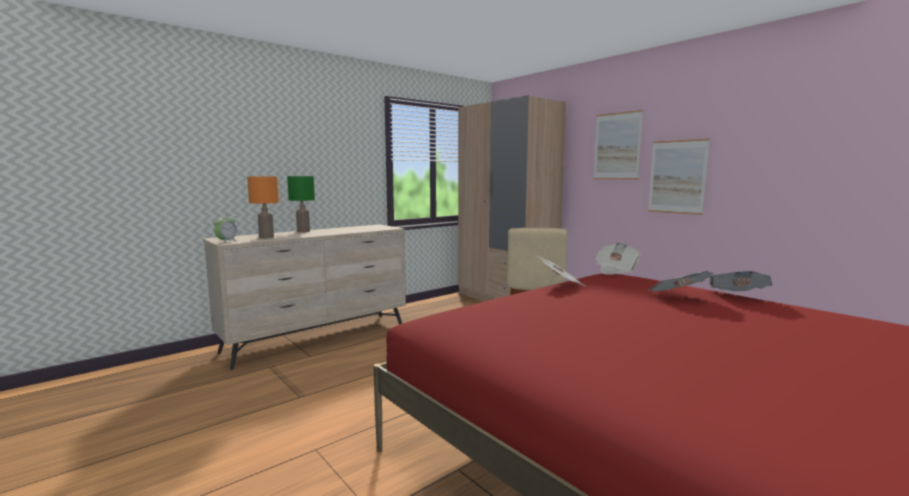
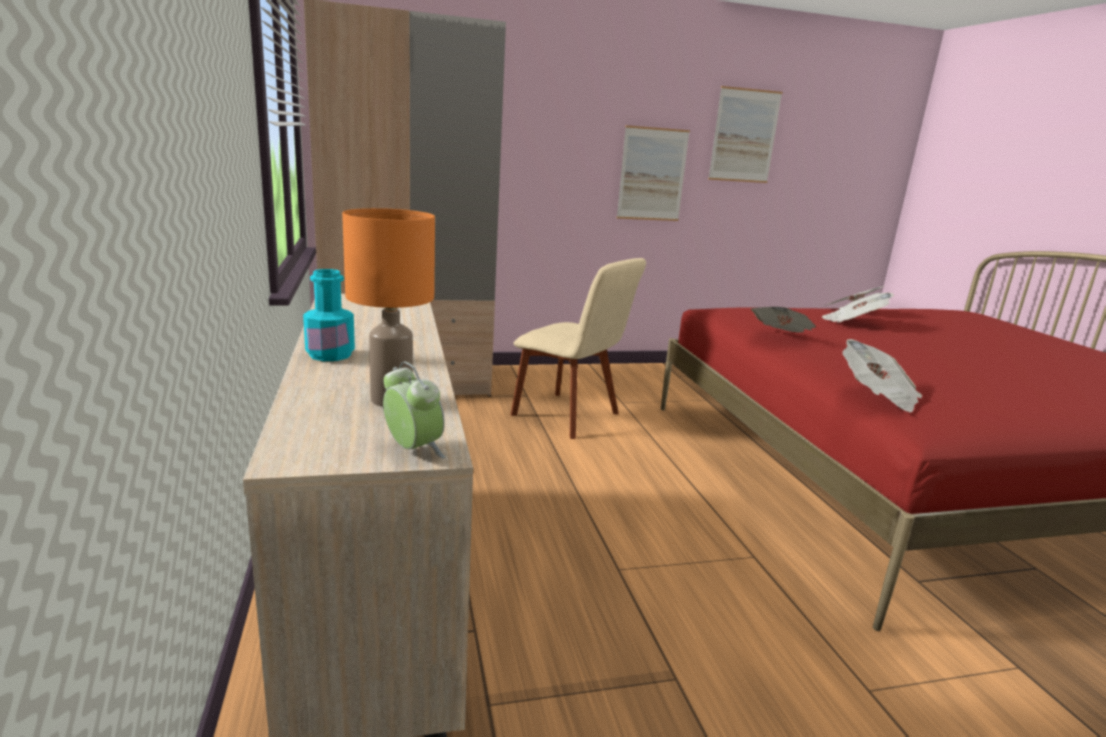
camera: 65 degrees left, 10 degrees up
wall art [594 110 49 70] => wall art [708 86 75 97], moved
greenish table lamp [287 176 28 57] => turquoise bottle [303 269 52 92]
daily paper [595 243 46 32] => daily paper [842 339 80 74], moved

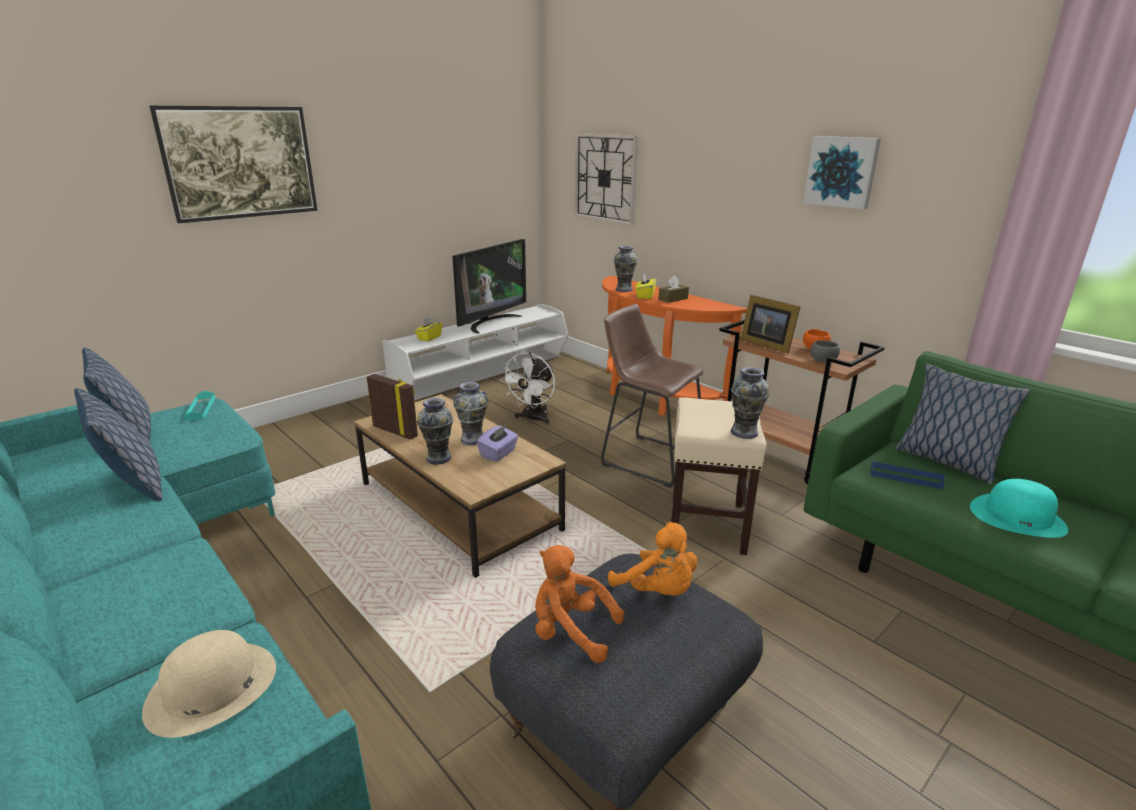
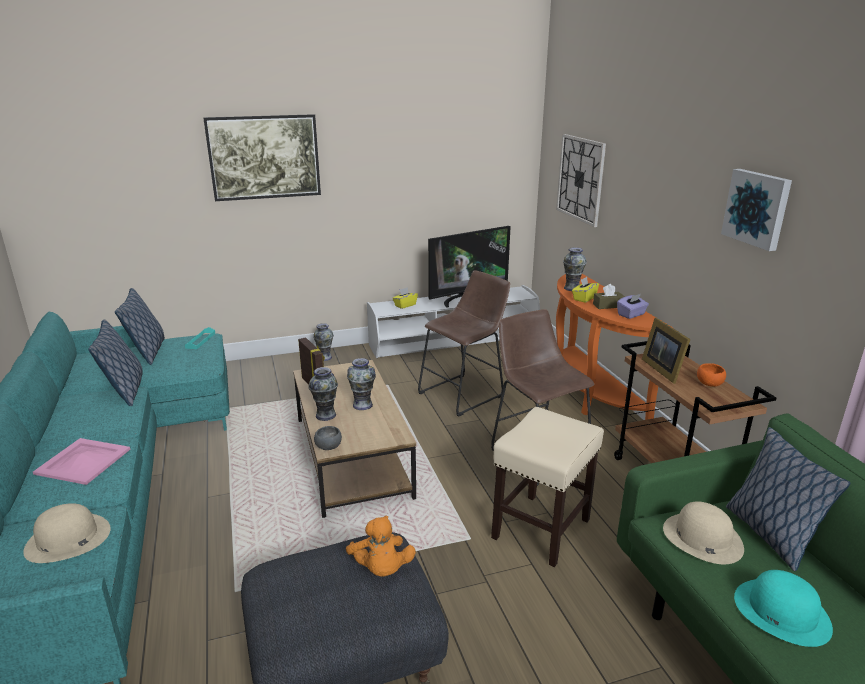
camera: 25 degrees right, 0 degrees up
greyish bowl [811 340 29 22] => greyish bowl [314 426 28 24], moved
white cooling fan [500 352 55 72] => brown sitting stool [418 270 92 147]
decorative vase [731 367 39 72] => decorative vase [313 323 21 38], moved
purple box of tissues [477 425 41 37] => purple box of tissues [617 294 32 25], moved
blue serving tray [871 461 73 28] => beige-coloured clothing hat [663 501 81 63]
orange-coloured cuddly toy [535 545 90 118] => nothing
nothing => pink serving tray [33 438 97 47]

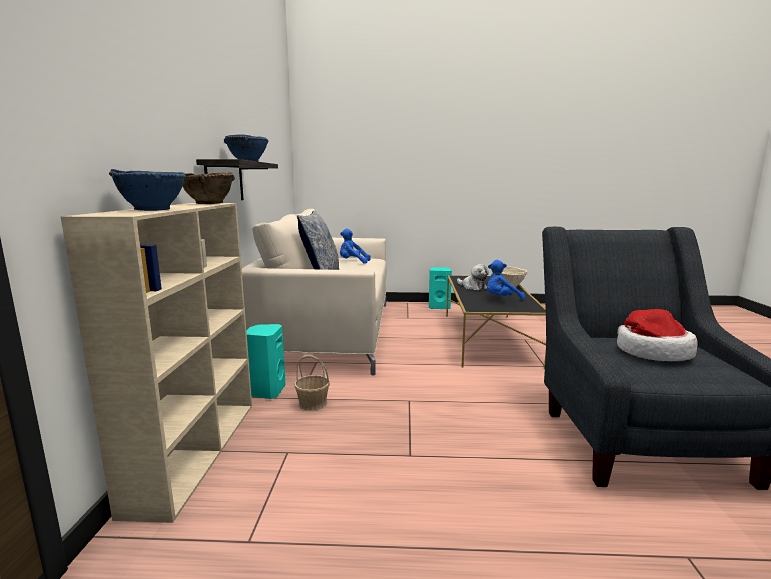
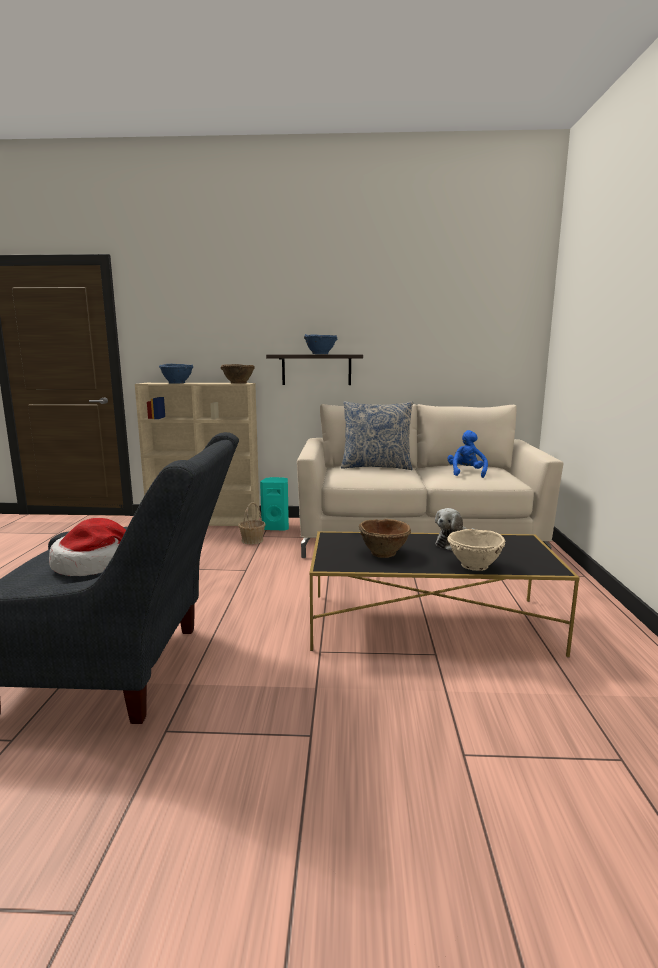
camera: 90 degrees right, 0 degrees up
blue cuddly toy [487 260 38 40] => brown bowl [359 519 52 39]
turquoise loudspeaker [429 267 23 42] => nothing

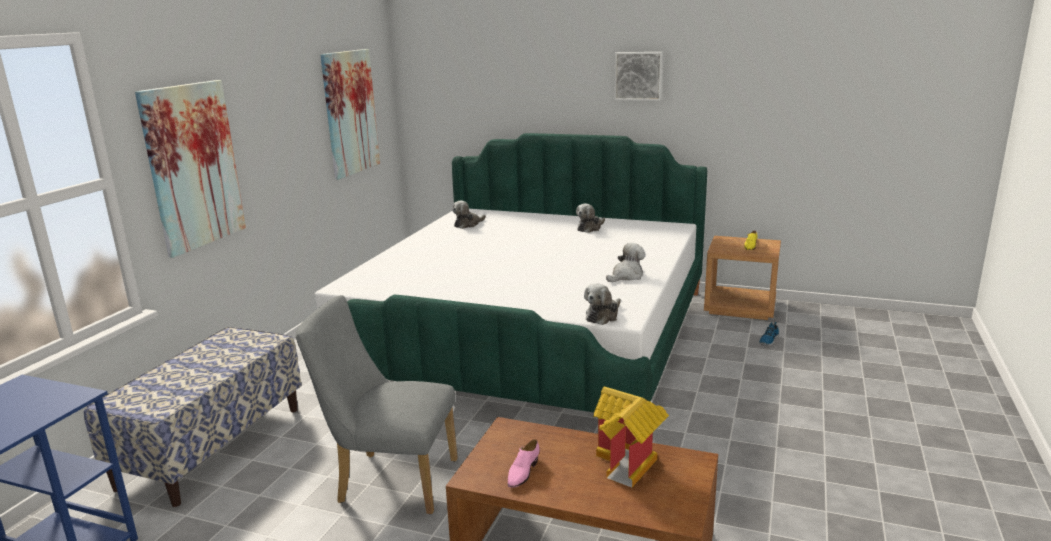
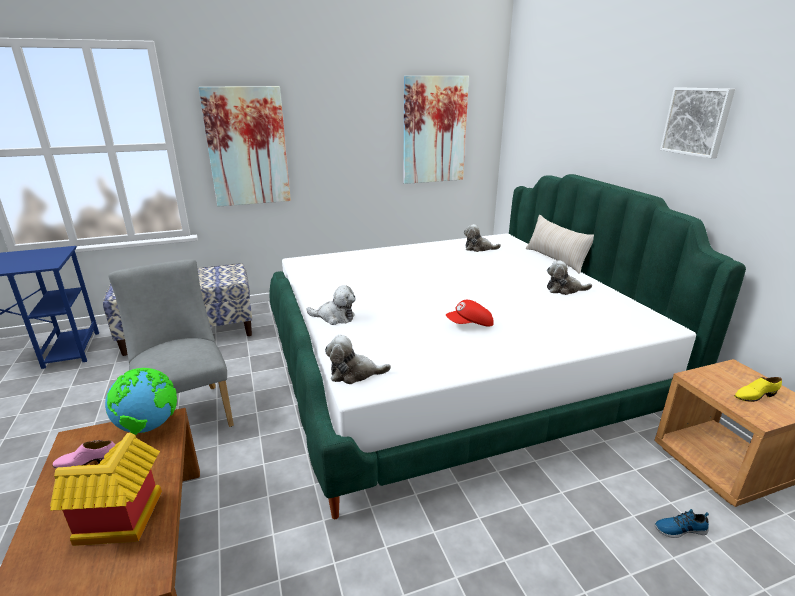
camera: 50 degrees right, 5 degrees up
cuddly toy [606 243 39 39] => cuddly toy [306 285 50 40], moved
nothing => beige-coloured cushion [526 215 68 59]
nothing => red cap [446 300 48 27]
nothing => desk globe [105 368 72 67]

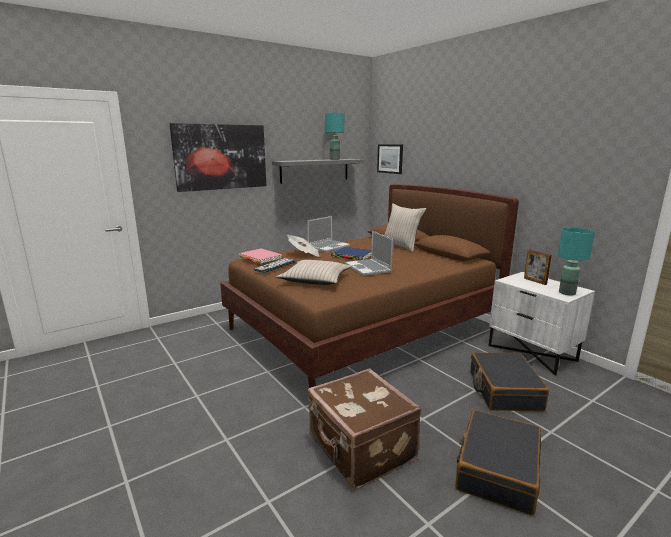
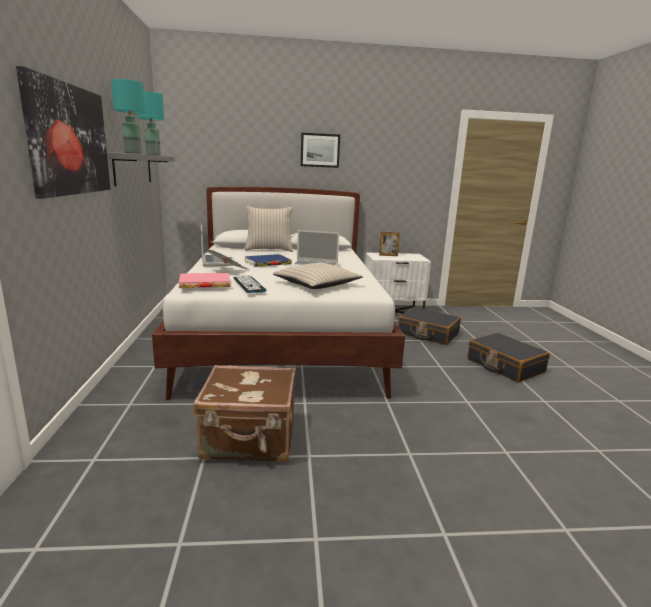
camera: 60 degrees left, 0 degrees up
wall art [377 144 26 30] => wall art [301 133 39 35], moved
brown bed [220 184 299 204] => white bed [152 187 253 213]
turquoise table lamp [558 227 37 68] => turquoise table lamp [111 79 34 75], moved
brown suitcase [308 368 113 121] => brown suitcase [194 365 102 97], moved

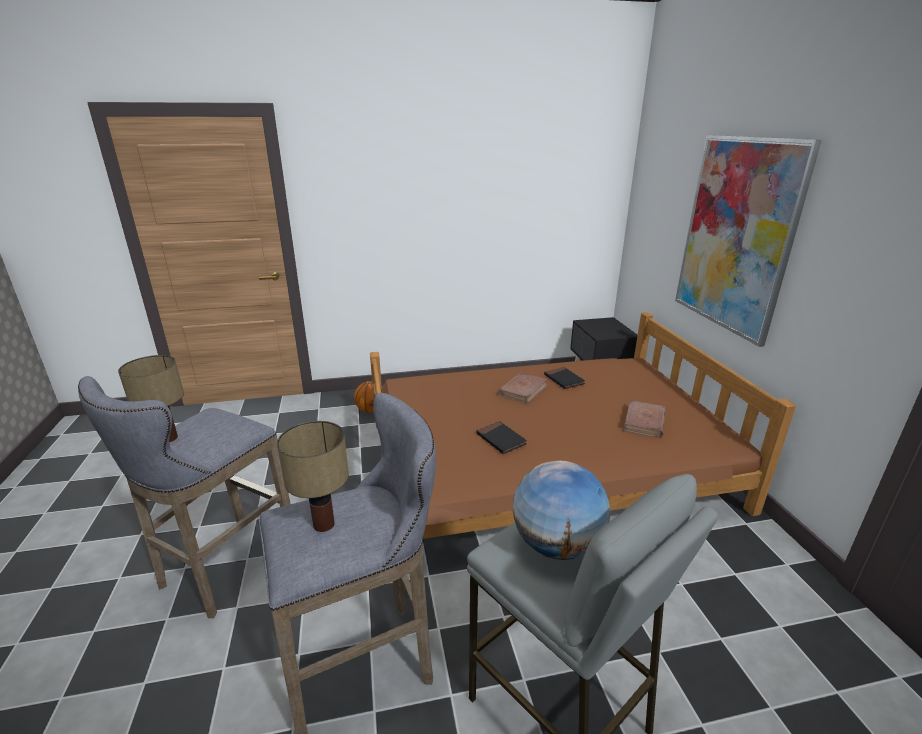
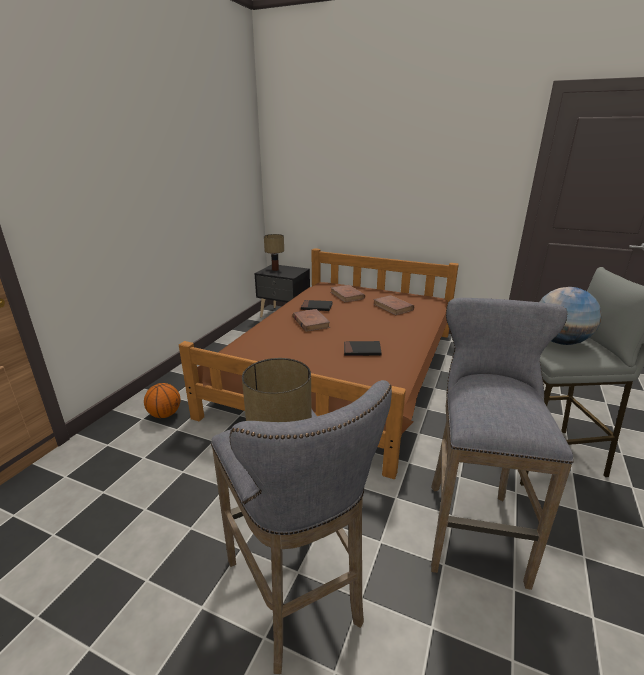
camera: 55 degrees left, 0 degrees up
wall art [675 135 147 212] => nothing
table lamp [277 421 72 111] => table lamp [264 234 20 37], moved
nothing => brown volume [331 285 34 17]

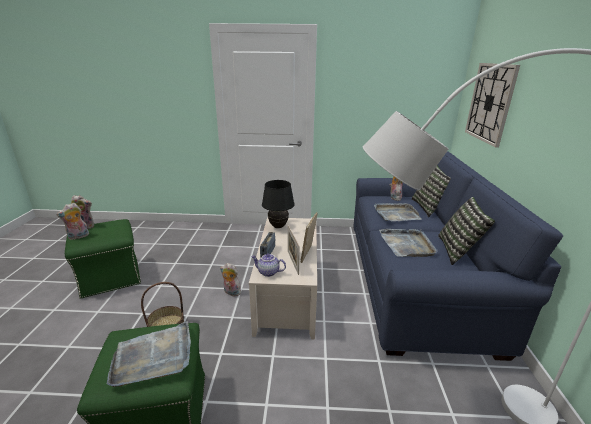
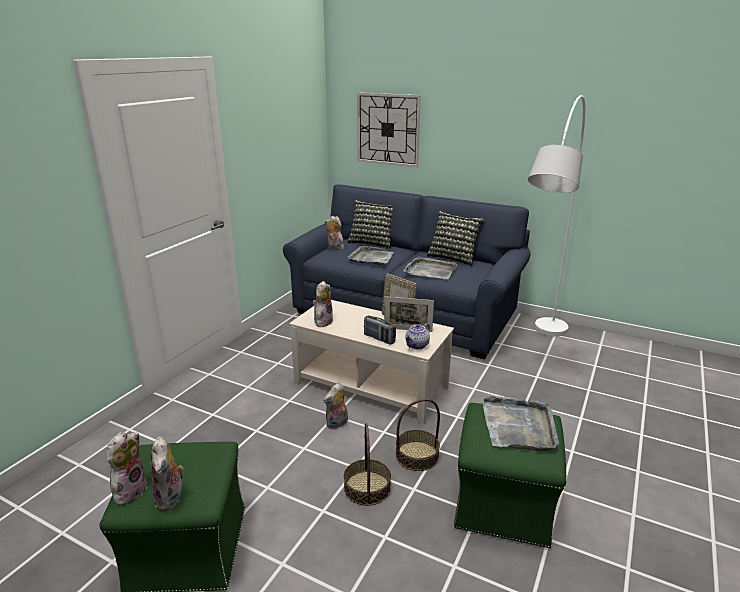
camera: 65 degrees left, 0 degrees up
black table lamp [262 180 32 48] => cuddly toy [313 281 20 46]
nothing => household basket [395 399 45 72]

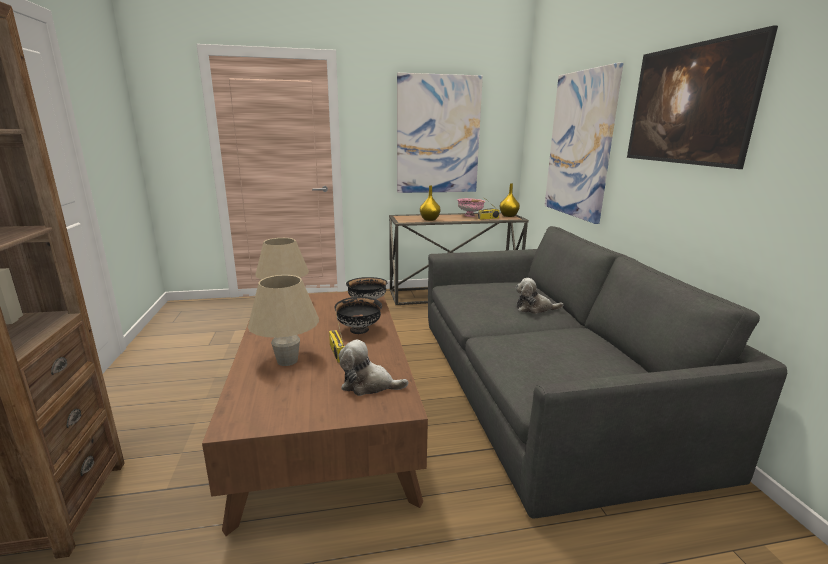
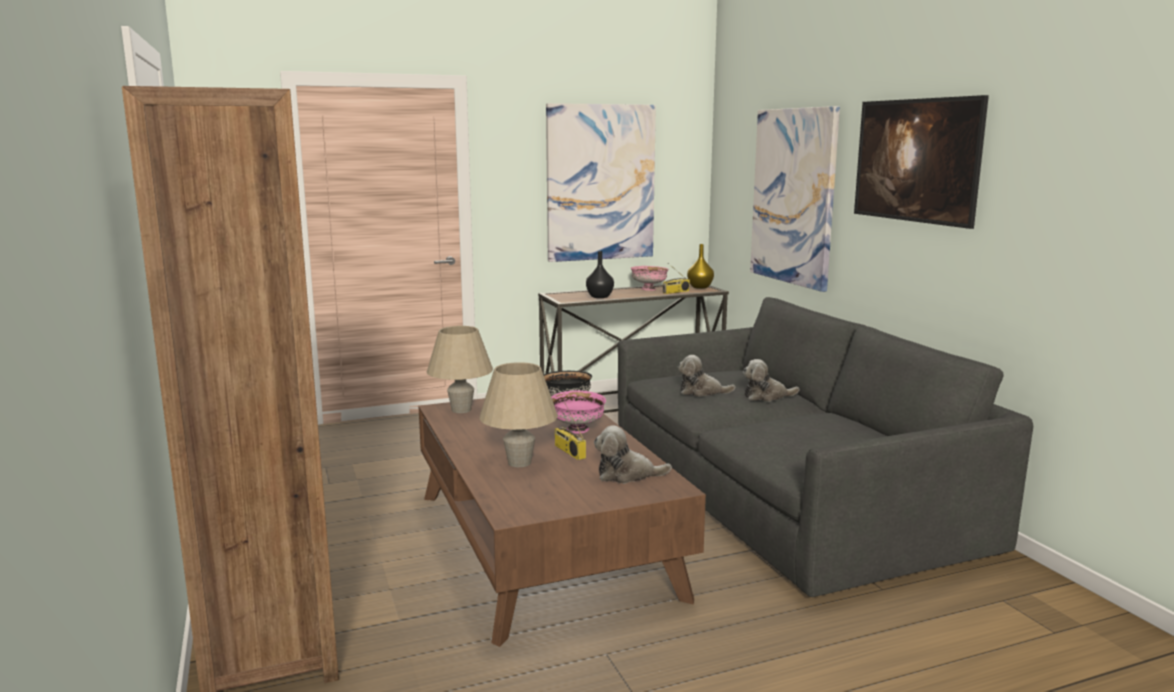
camera: 10 degrees left, 5 degrees down
yellowish decorative vase [420 186 20 35] => black decorative vase [586 251 28 47]
black bowl [335 297 47 37] => pink bowl [551 390 55 44]
nothing => cuddly toy [678 355 57 42]

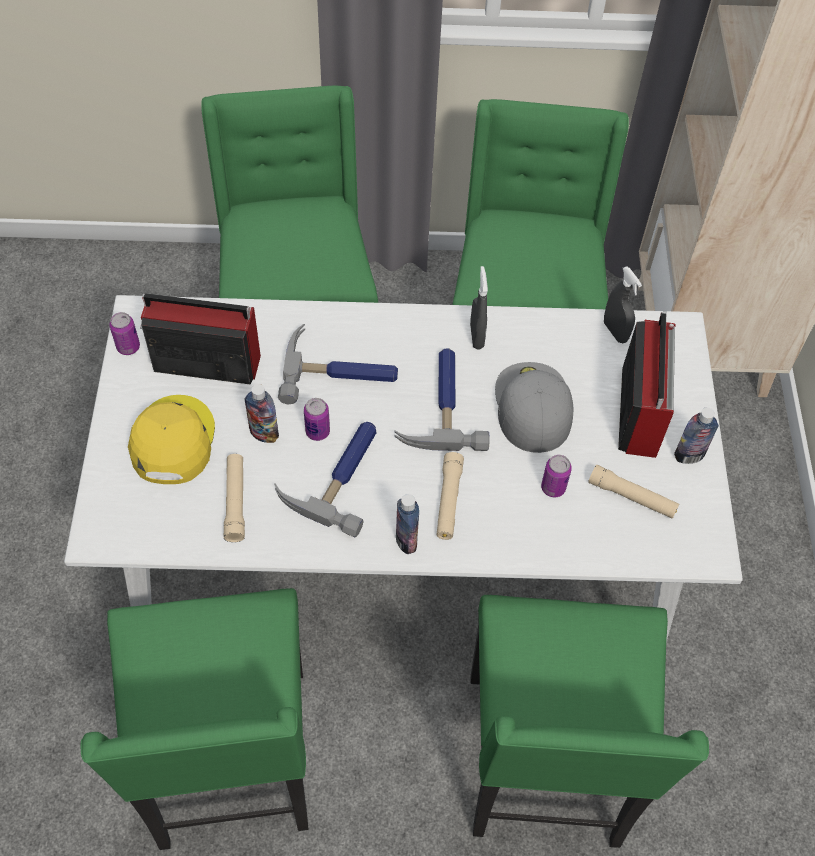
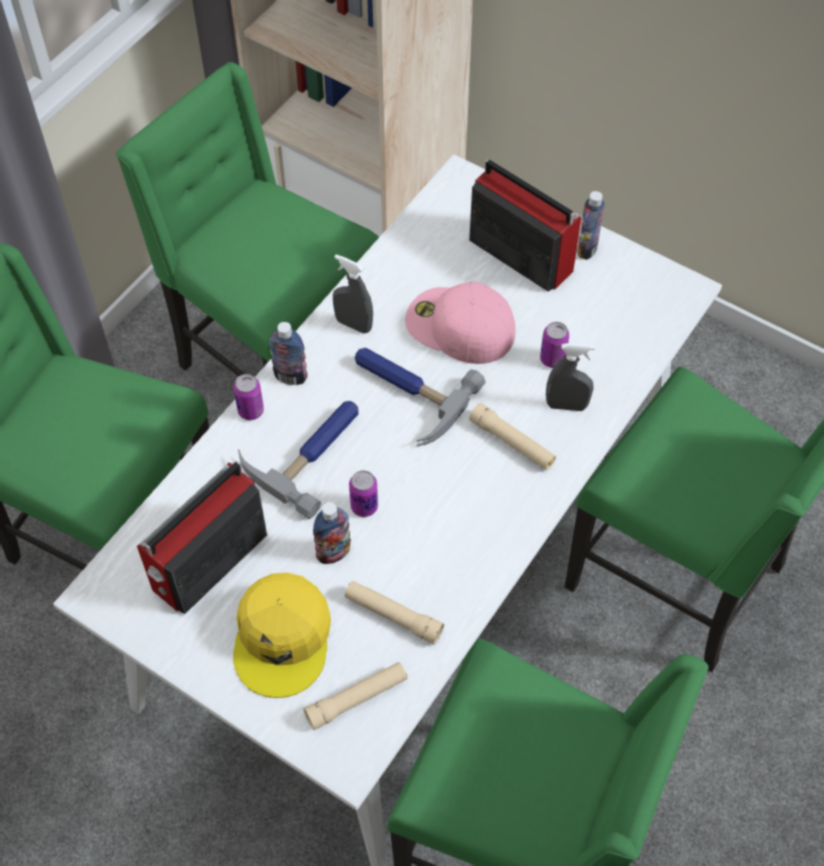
camera: 55 degrees left, 0 degrees up
greyish hand sprayer [604 266 38 77] => greyish hand sprayer [546 343 49 68], moved
metal can [109 312 31 43] => metal can [233 374 31 46], moved
greyish cap [495 362 79 91] => pink cap [405 282 110 82]
yellowish cap [128 395 87 89] => yellowish cap [233 573 98 125], 120 degrees counterclockwise
tool hammer [274 422 103 115] => nothing
beige-coloured flashlight [588 464 91 55] => beige-coloured flashlight [303 662 104 68], moved
bottle [396 494 23 60] => bottle [269 322 39 63], moved

